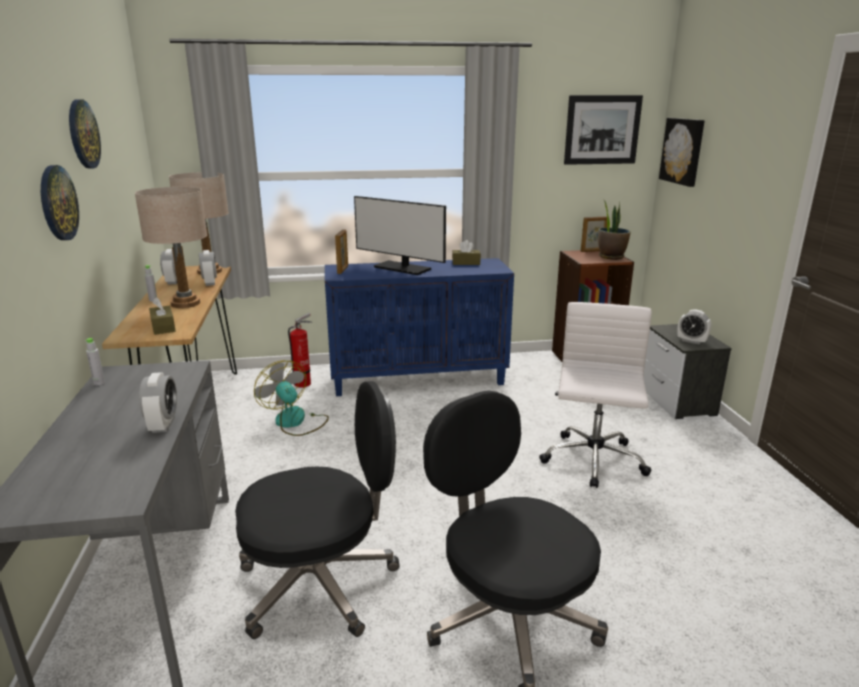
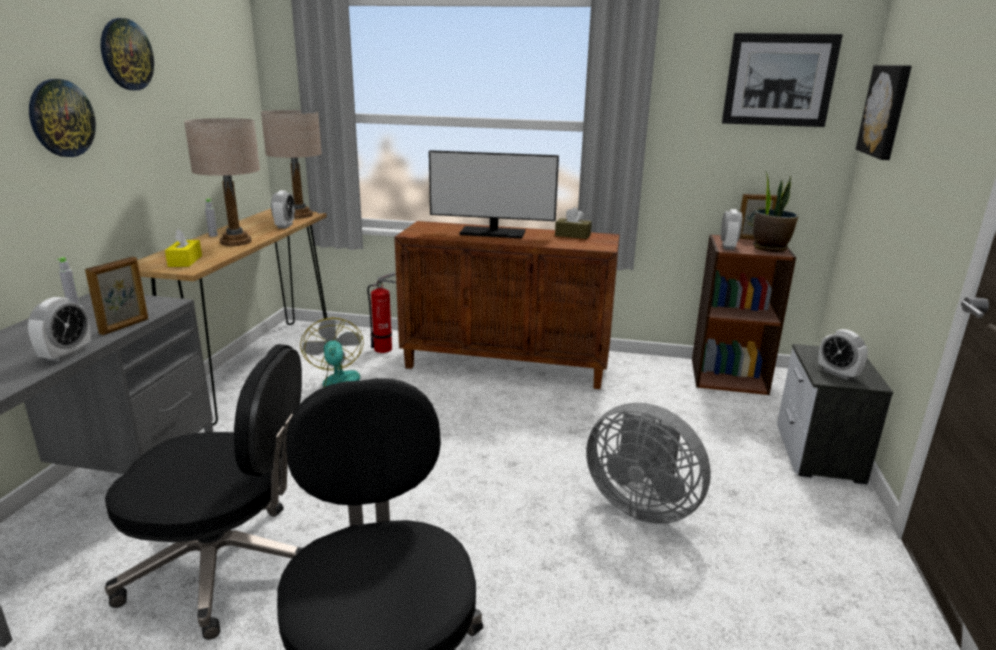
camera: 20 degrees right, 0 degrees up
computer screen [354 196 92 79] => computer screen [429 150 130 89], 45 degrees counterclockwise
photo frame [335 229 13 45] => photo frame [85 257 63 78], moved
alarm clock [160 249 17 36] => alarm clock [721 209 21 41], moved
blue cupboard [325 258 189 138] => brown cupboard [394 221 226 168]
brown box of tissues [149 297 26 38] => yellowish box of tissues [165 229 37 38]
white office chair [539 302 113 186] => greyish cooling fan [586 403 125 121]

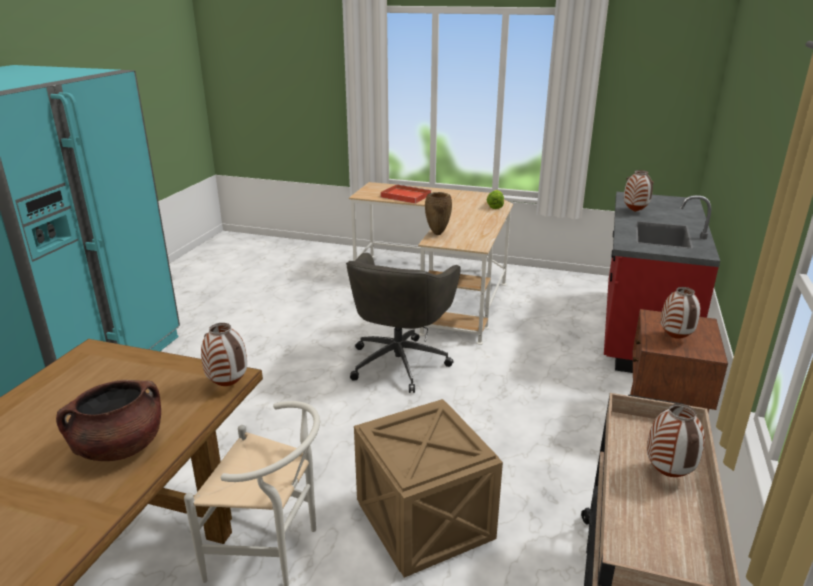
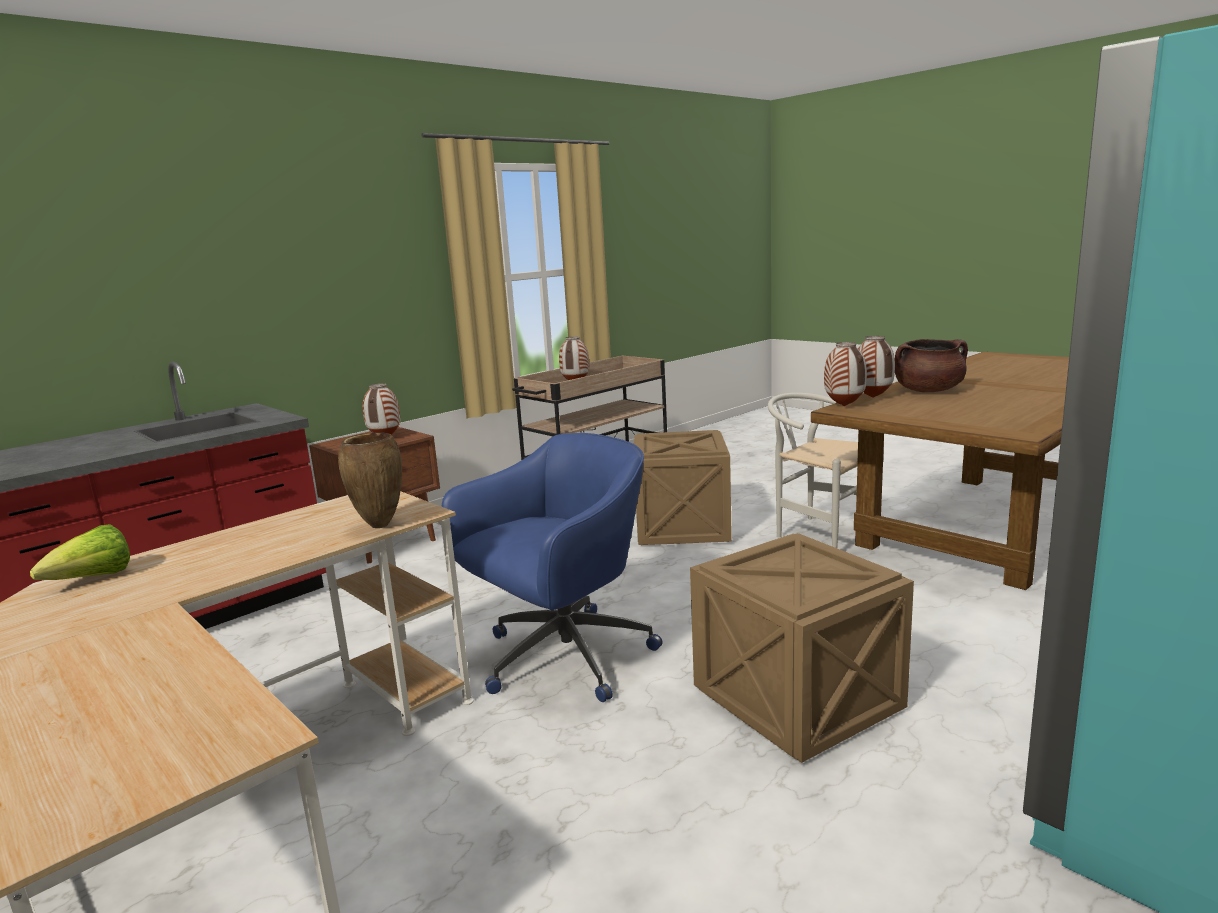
camera: 150 degrees left, 10 degrees down
decorative vase [624 170 29 42] => decorative vase [858 336 37 62], moved
red serving tray [381 184 50 20] => nothing
greyish office chair [346 253 114 140] => blue office chair [442 433 221 269]
nothing => crate [690 533 224 230]

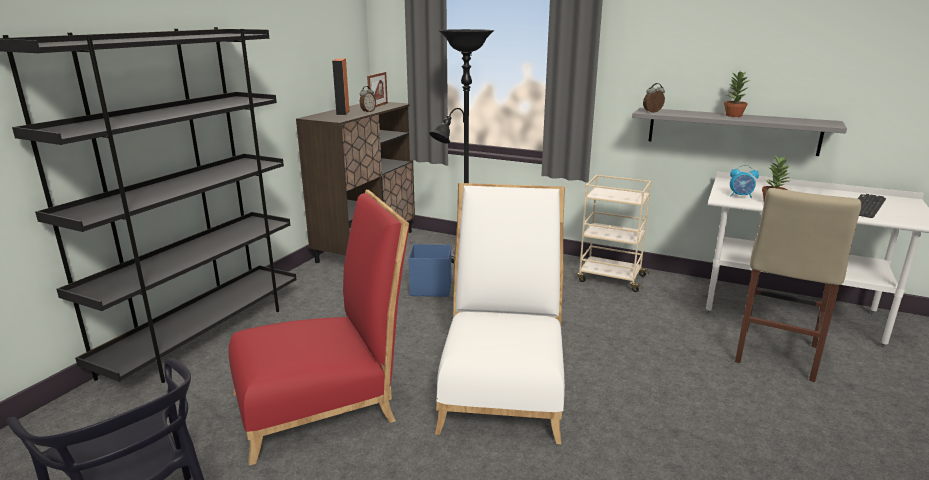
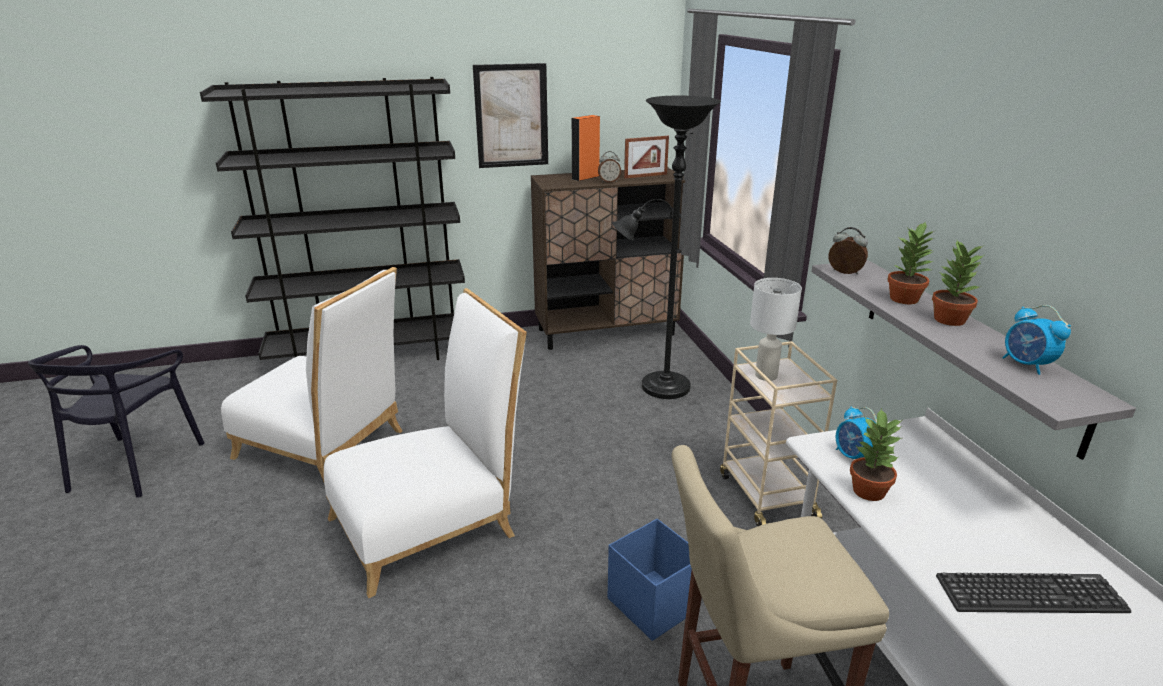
camera: 50 degrees right, 5 degrees up
red upright chair [228 190 181 276] => white upright chair [221 267 181 215]
blue storage container [408 244 43 53] => blue storage container [608 519 84 122], moved
nothing => wall art [473 63 75 105]
nothing => houseplant [887 221 46 83]
nothing => white table lamp [750 278 52 103]
nothing => alarm clock [1002 305 69 70]

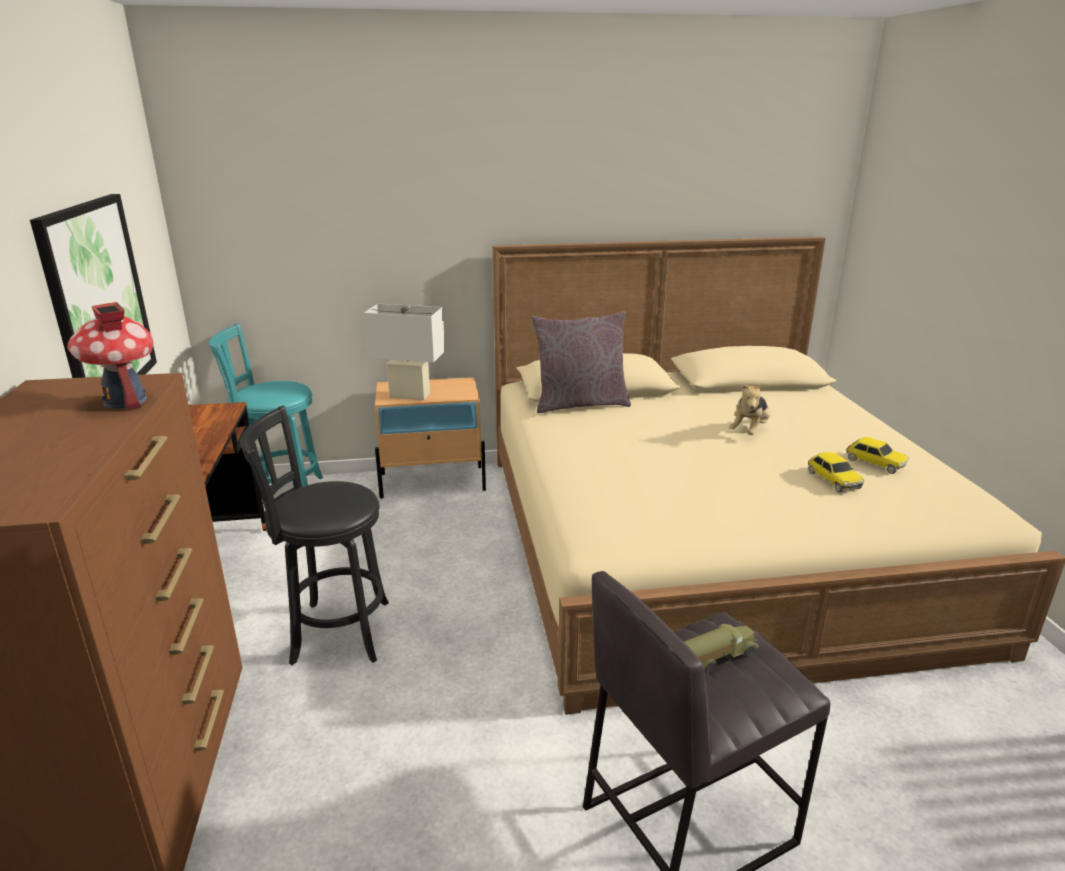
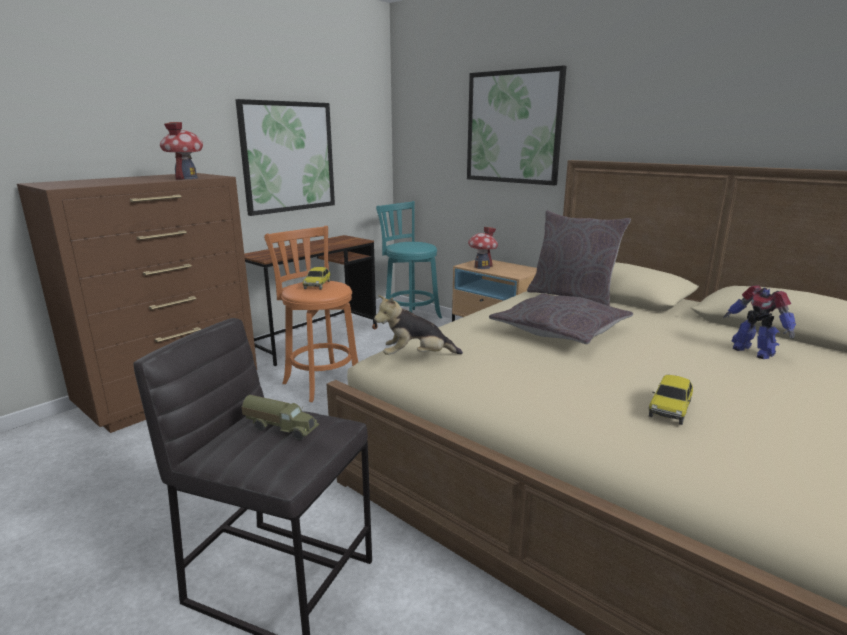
camera: 50 degrees right, 5 degrees down
white table lamp [364 304 81 96] => toy house [468 227 30 42]
cuddly toy [729 383 42 52] => cuddly toy [374 295 89 60], moved
black sitting stool [240 406 149 259] => orange-coloured sitting stool [264 226 94 176]
model car [846 437 63 37] => model car [303 267 28 23], moved
nothing => wall art [467 65 100 121]
nothing => toy robot [723 286 73 73]
nothing => greyish cushion [489 293 144 51]

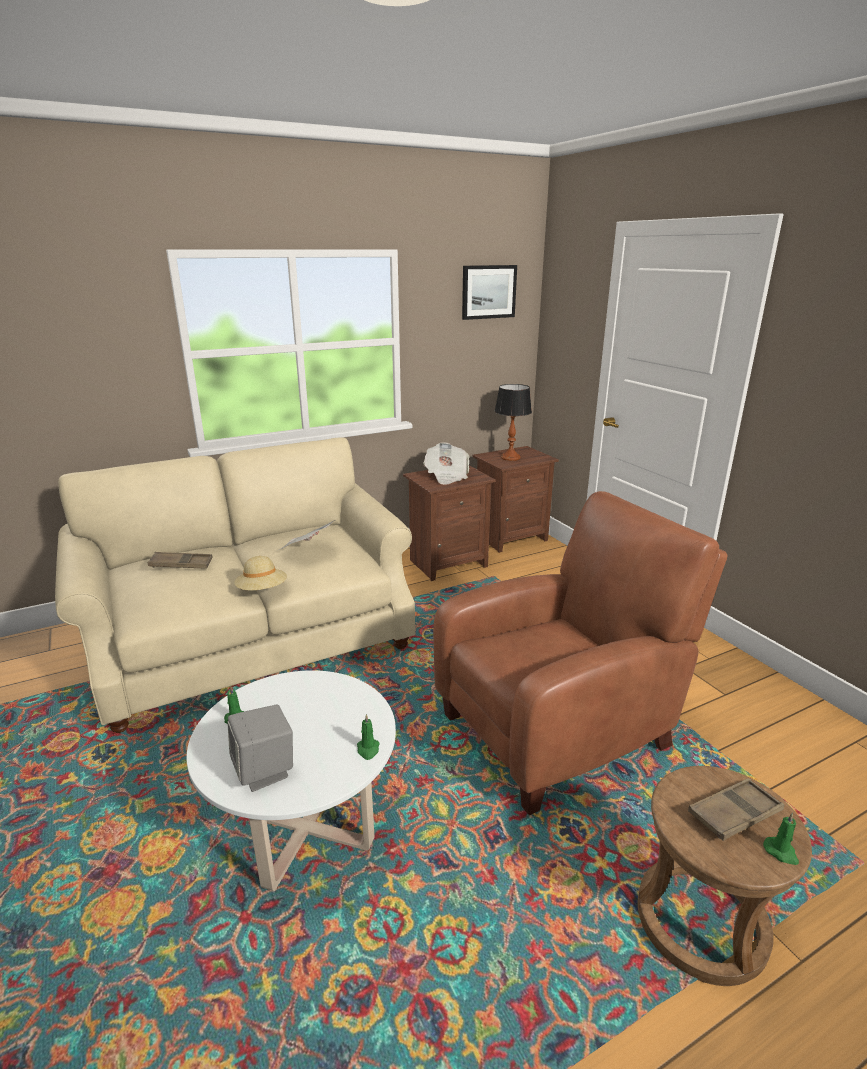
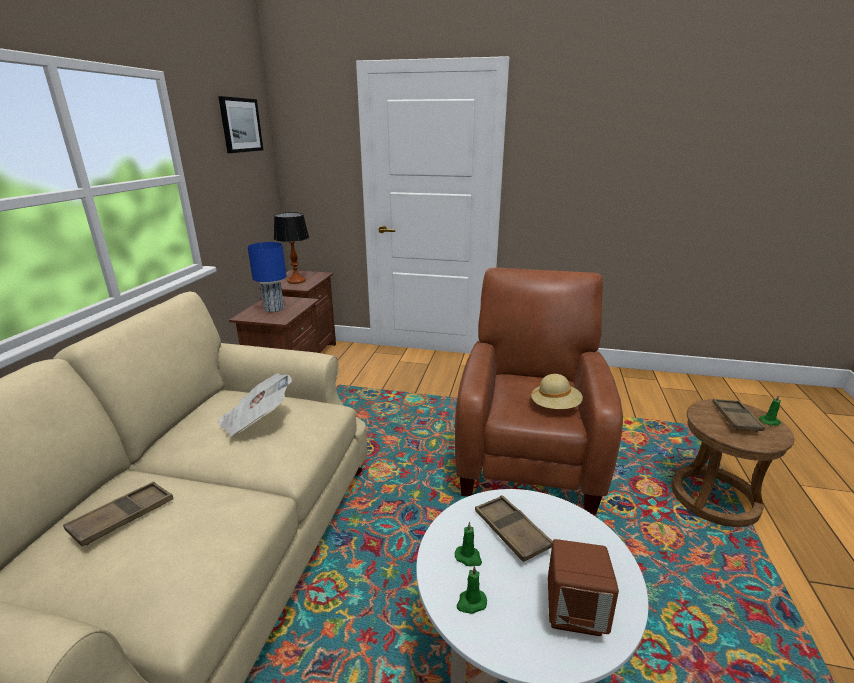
camera: 50 degrees left, 0 degrees up
daily paper [423 442 46 43] => blue table lamp [248 242 38 70]
beige-coloured clothing hat [234 556 53 35] => beige-coloured clothing hat [530 374 53 35], moved
greyish loudspeaker [227 705 66 87] => brown loudspeaker [548 539 71 97]
greenish wax candle [357 714 23 46] => greenish wax candle [455 522 27 44], moved
nothing => brown serving tray [475 495 78 67]

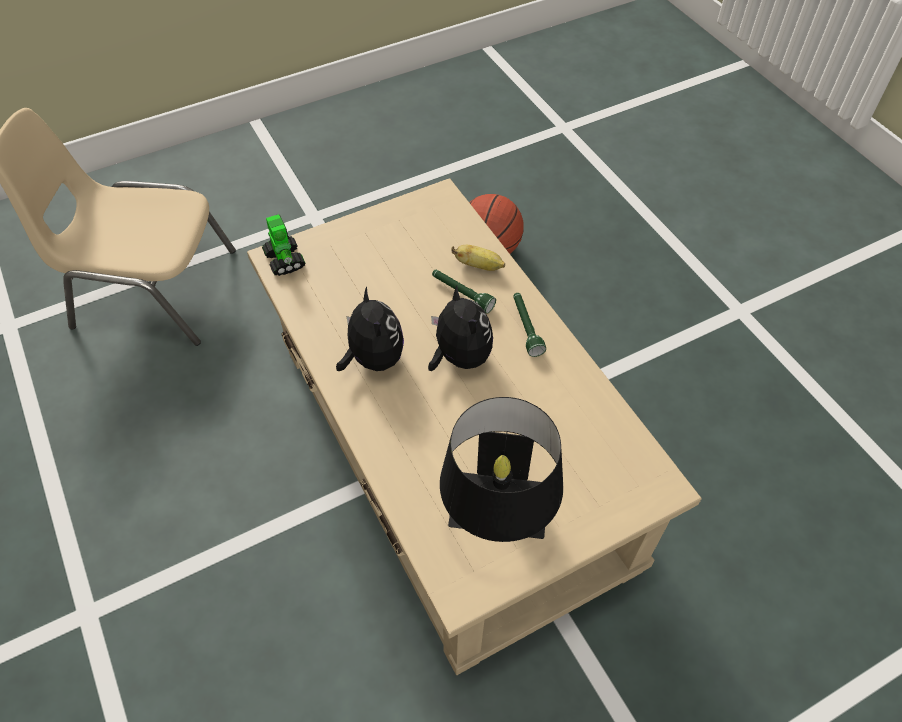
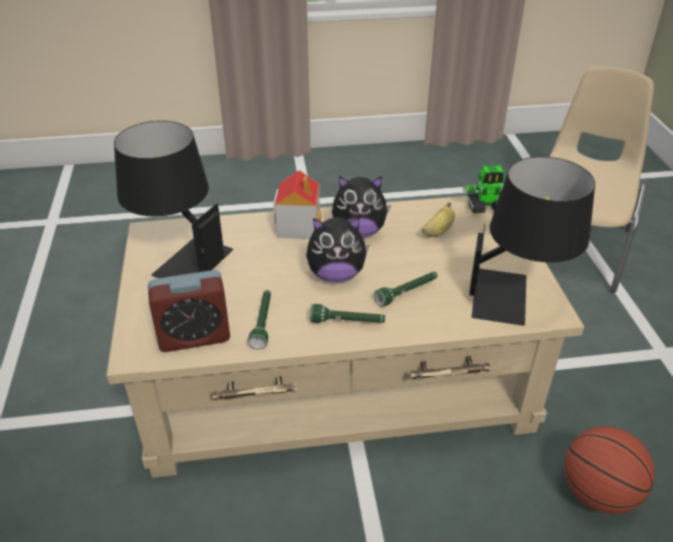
camera: 110 degrees right, 15 degrees down
banana [451 245 54 26] => banana [422 202 33 35], moved
nothing => black table lamp [469 157 126 169]
nothing => toy house [273 170 48 69]
nothing => alarm clock [148 270 82 82]
nothing => greenish flashlight [248 290 23 59]

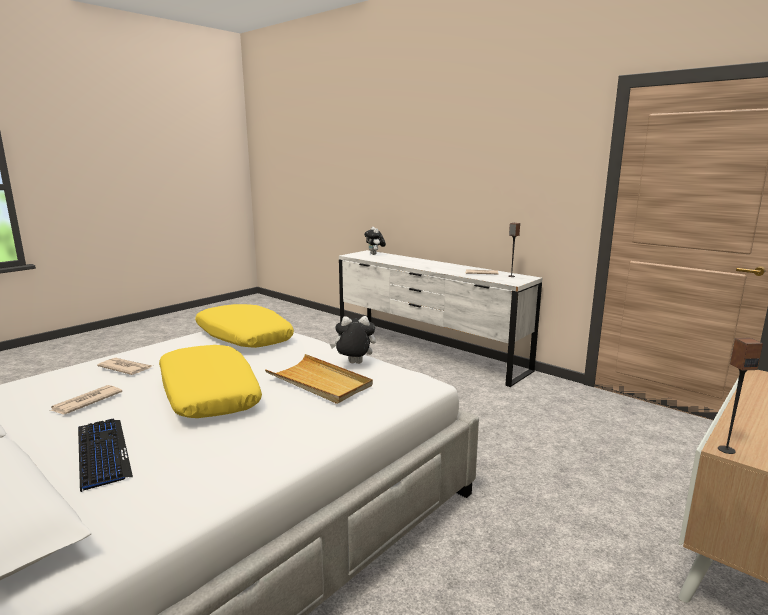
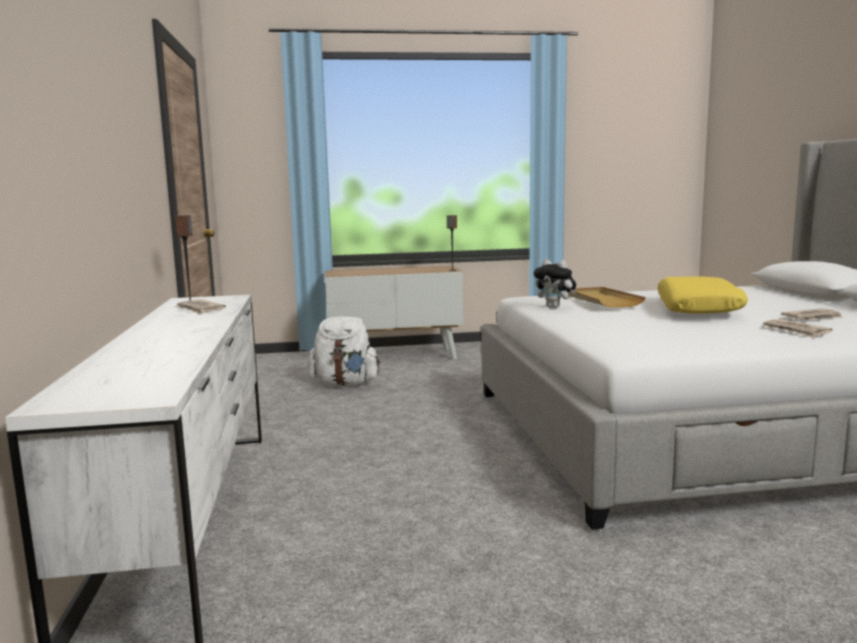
camera: 140 degrees left, 5 degrees down
cuddly toy [364 227 22 28] => nothing
yellowish cushion [195 304 99 44] => nothing
computer keyboard [78 419 55 73] => nothing
nothing => white backpack [308 317 73 70]

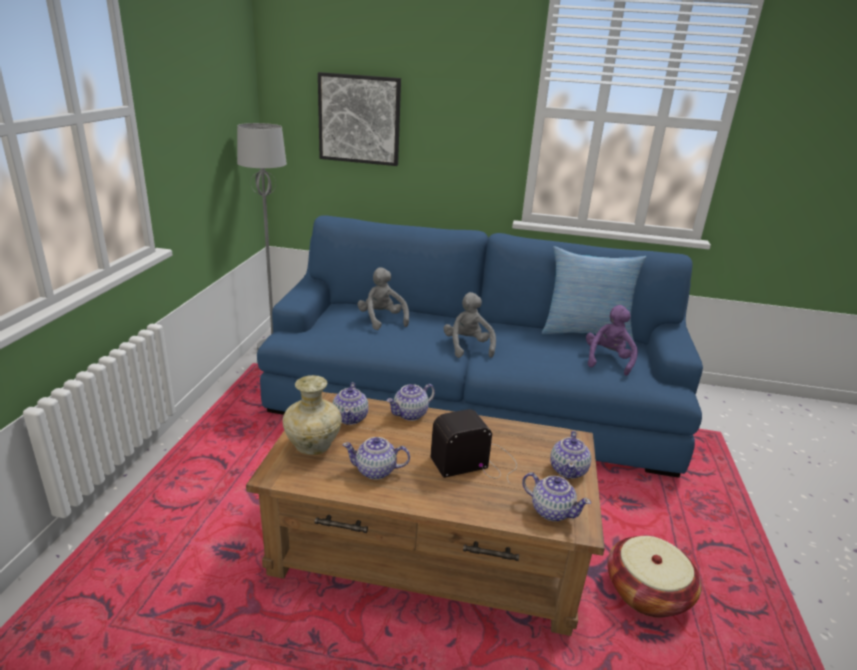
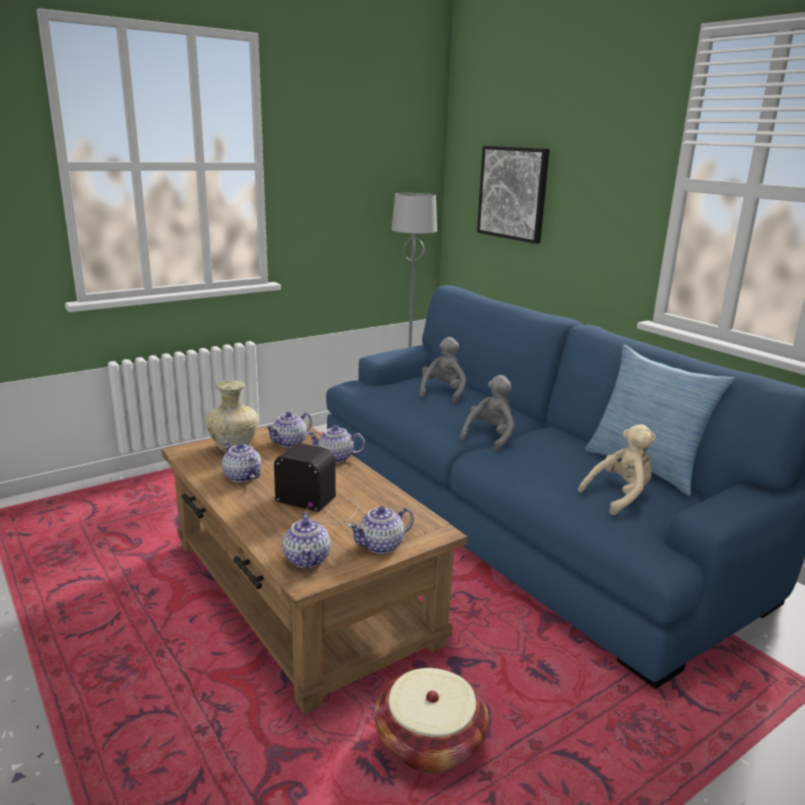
camera: 45 degrees right, 5 degrees down
purple cuddly toy [586 305 52 71] => beige-coloured cuddly toy [578 424 79 91]

